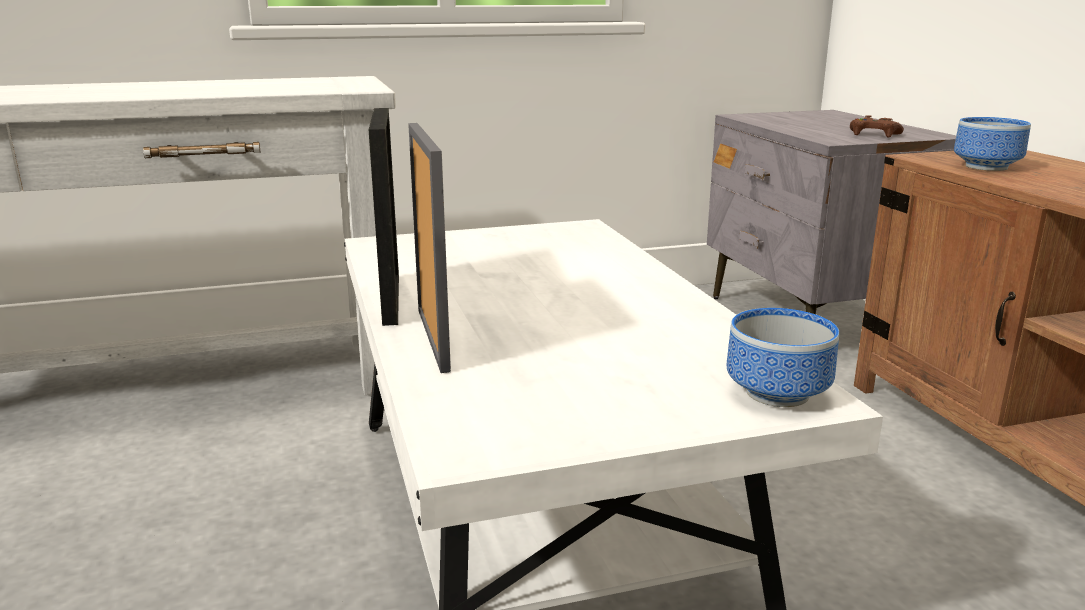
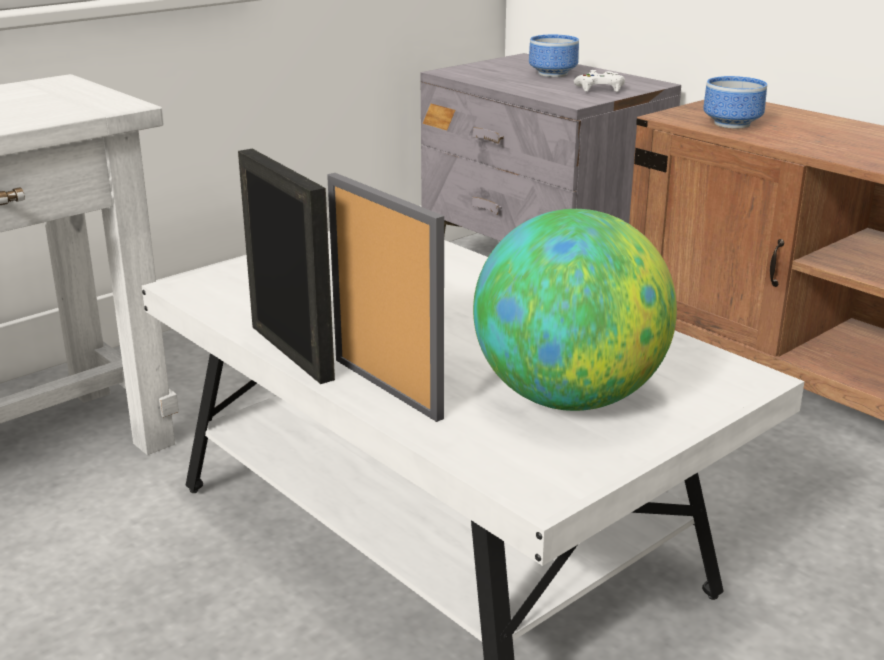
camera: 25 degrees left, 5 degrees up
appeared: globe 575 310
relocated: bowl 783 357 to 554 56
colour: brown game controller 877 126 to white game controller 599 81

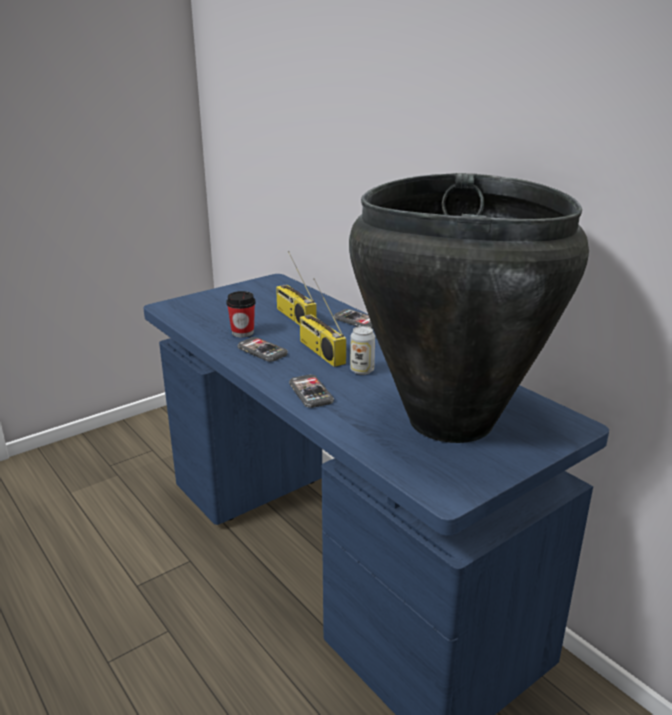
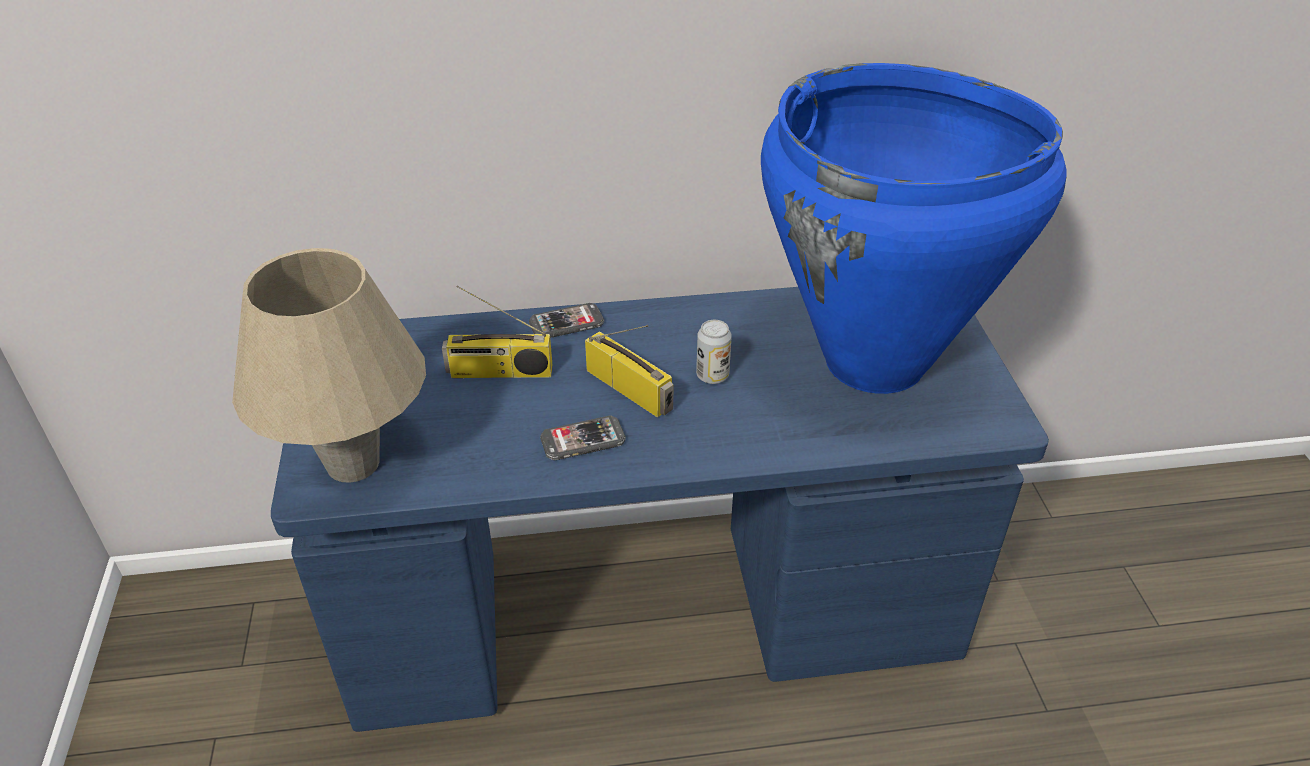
camera: 60 degrees left, 15 degrees up
missing: cup 241 314; phone 311 391
appeared: beige table lamp 329 365
colour: black vase 469 308 to blue vase 914 228
spun: radio 323 322 = 629 371 135 degrees counterclockwise

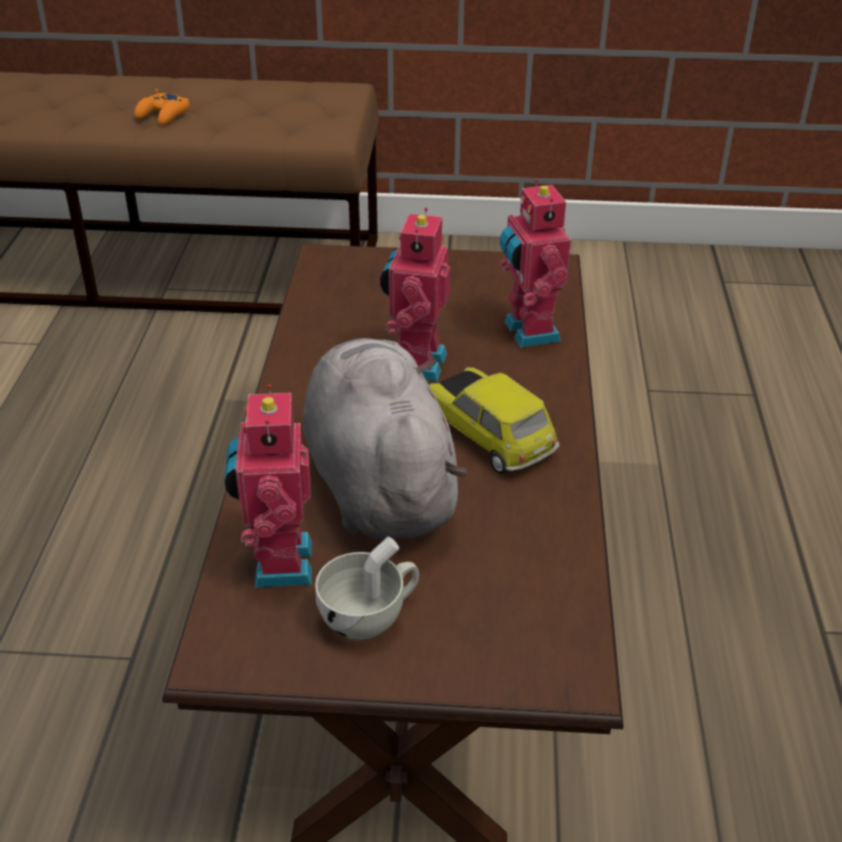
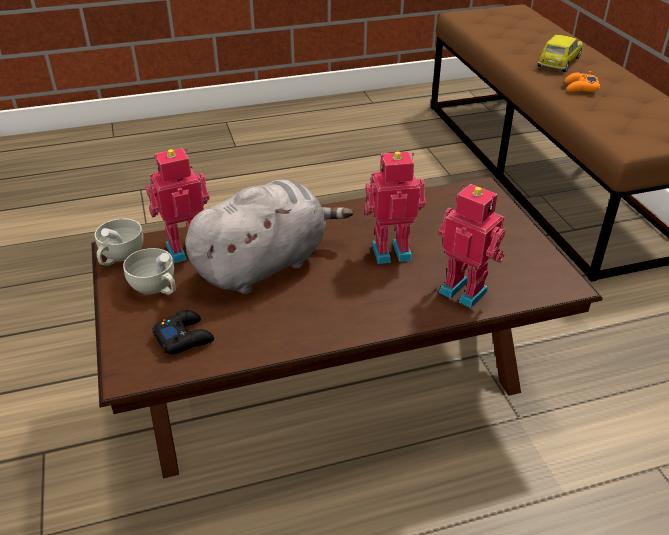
camera: 70 degrees right, 0 degrees up
appeared: white cup 119 242; black game controller 183 332
relocated: toy car 494 421 to 560 53
spun: toy robot 535 263 = 471 246 75 degrees clockwise

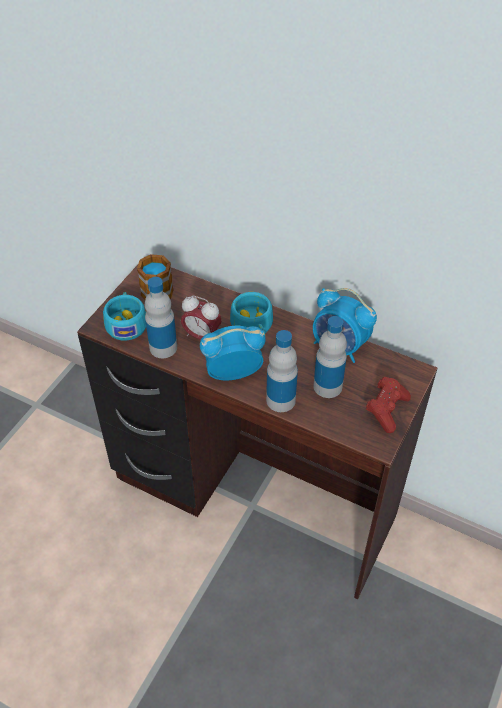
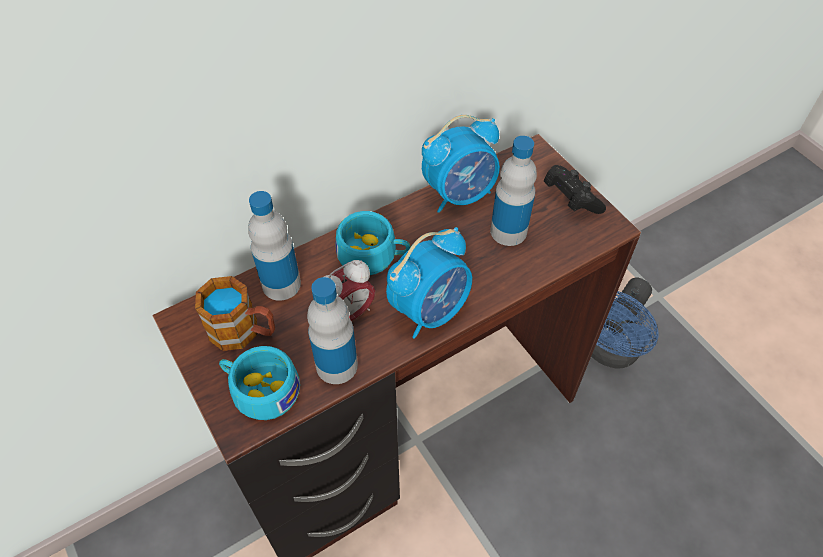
camera: 60 degrees left, 5 degrees up
appeared: blue fan 624 323
relocated: bottle 282 371 to 274 246
colour: red game controller 388 405 to black game controller 575 189
spun: alarm clock 233 353 = 429 283 150 degrees counterclockwise

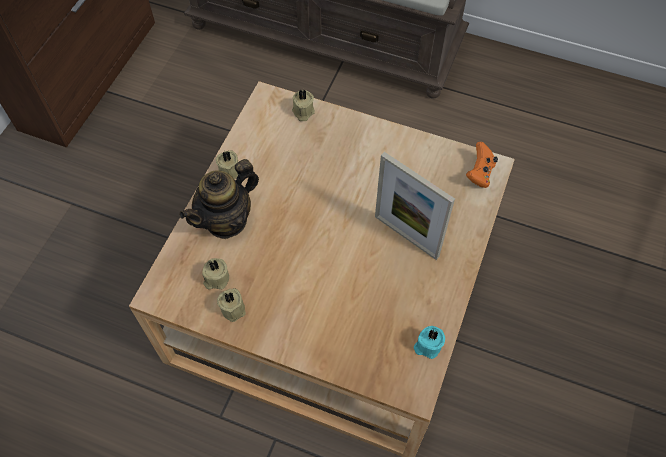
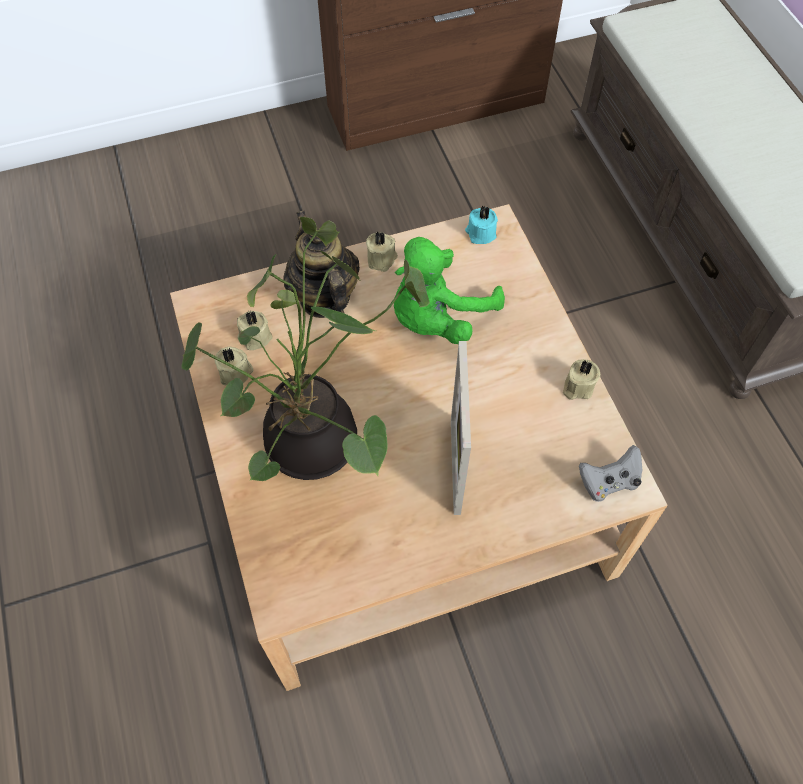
camera: 50 degrees right, 0 degrees up
appeared: potted plant 305 349; green plush toy 449 290
relocated: beige candle 303 105 to 581 379; turquoise candle 429 342 to 481 225
colour: orange game controller 482 165 to grey game controller 610 473
spun: teapot 219 199 = 321 264 60 degrees clockwise

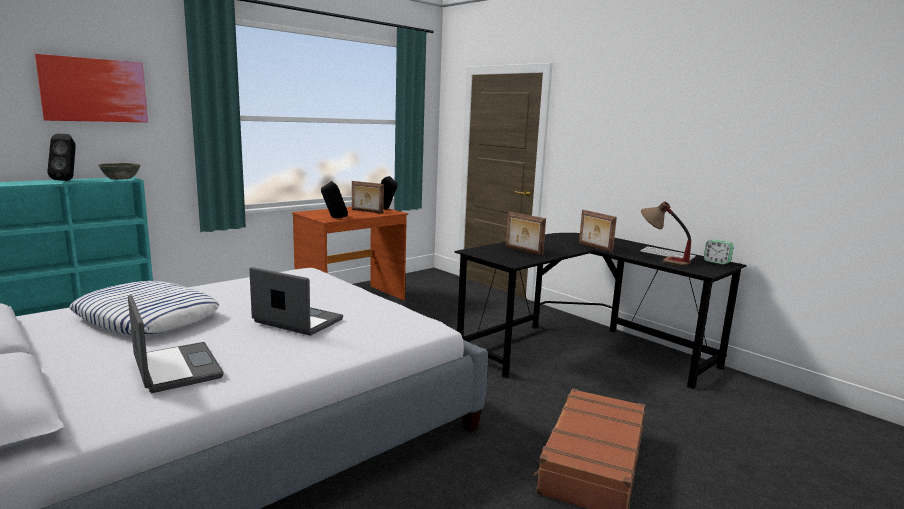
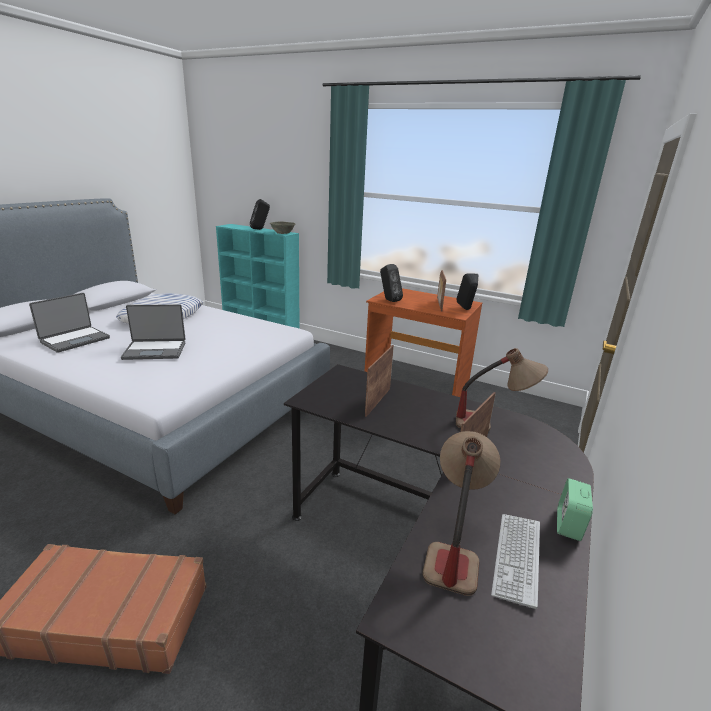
camera: 70 degrees right, 10 degrees up
missing: picture 91 88
appeared: table lamp 502 389
relocated: alarm clock 719 252 to 575 509
spun: laptop 296 301 = 153 332 75 degrees clockwise

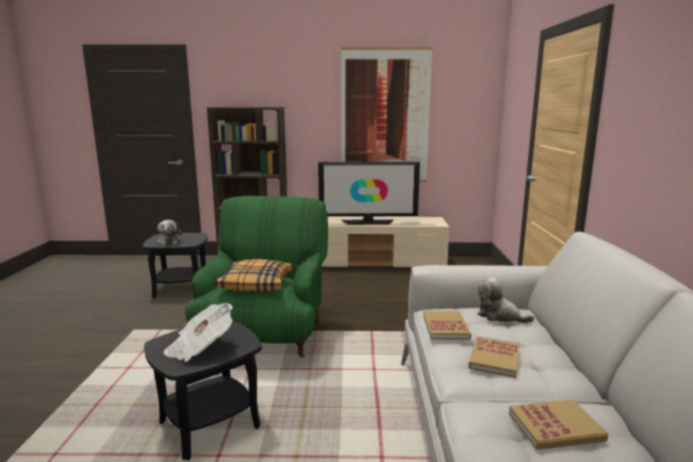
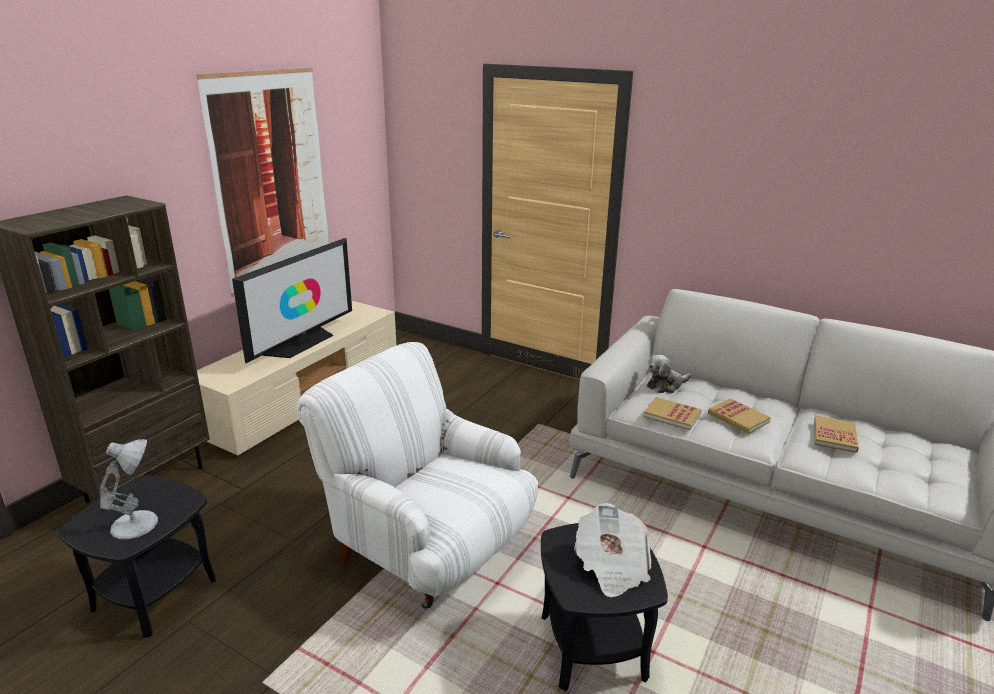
camera: 60 degrees left, 10 degrees up
missing: pillow 253 275
exchanged: plush toy 169 233 to white table lamp 129 489
colour: green armchair 256 276 to white armchair 417 475

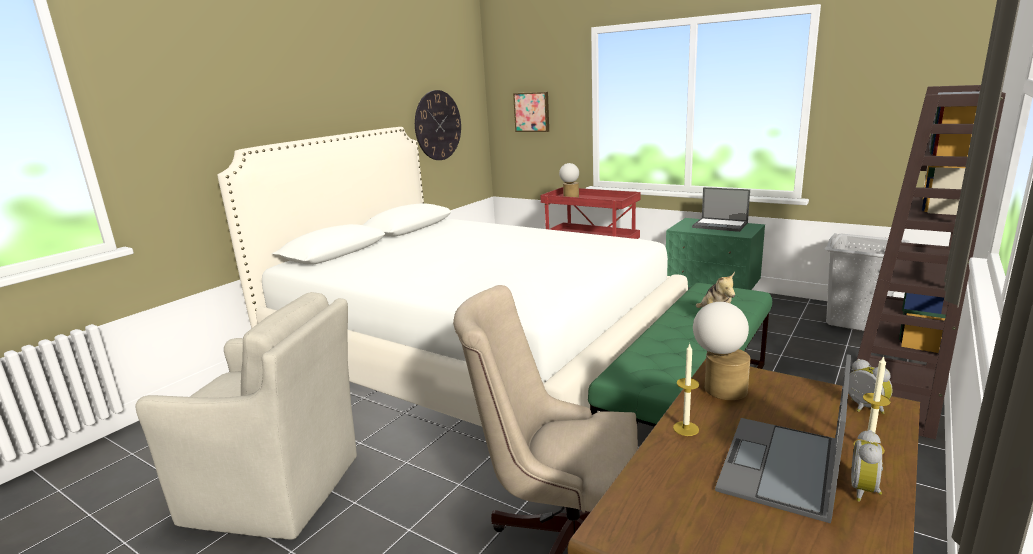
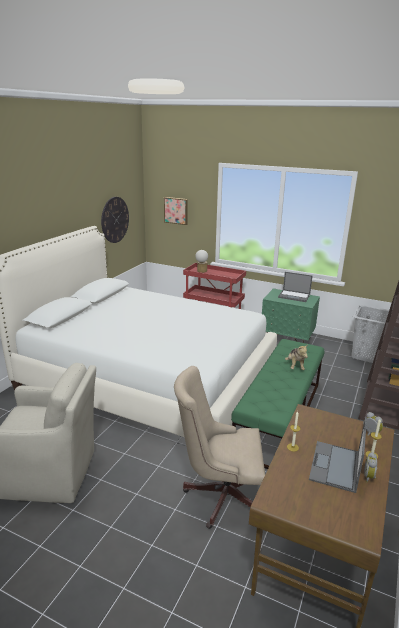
camera: 10 degrees left, 5 degrees up
missing: table lamp 721 351

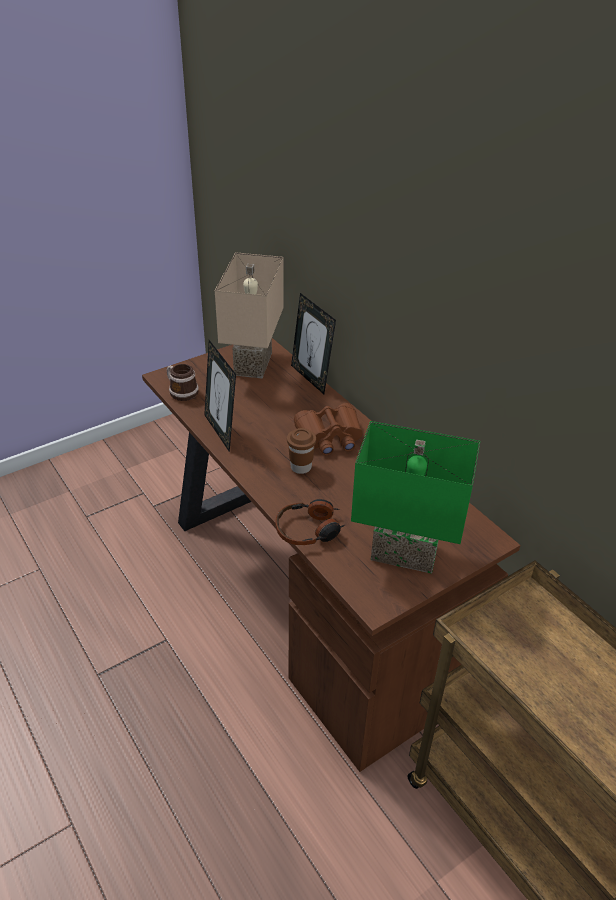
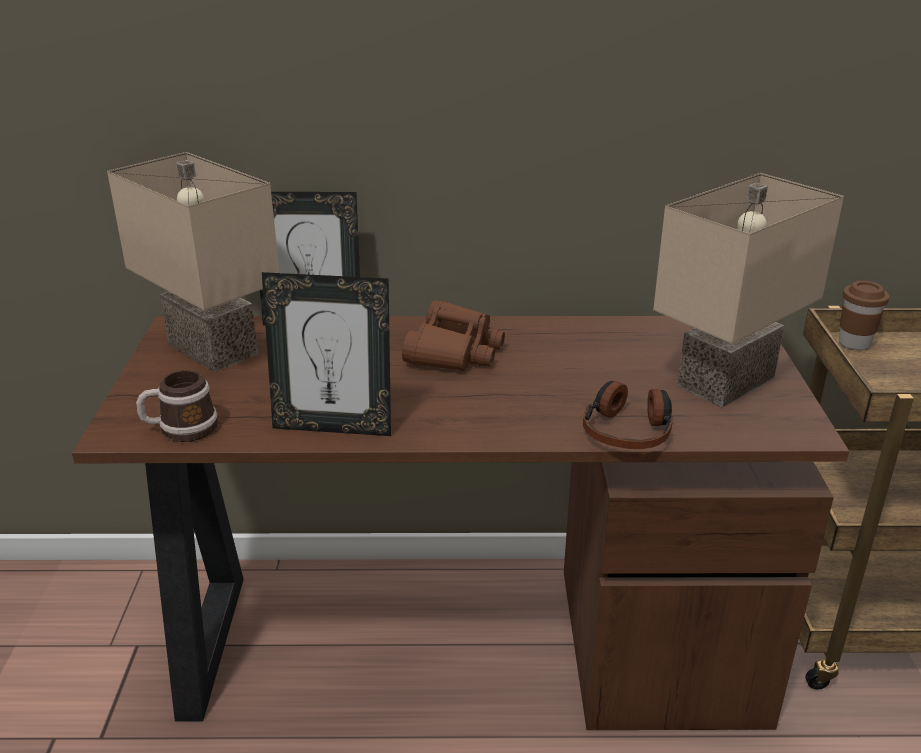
camera: 55 degrees left, 10 degrees down
relocated: brown cup 301 451 to 864 315
colour: green table lamp 415 497 to beige table lamp 748 290

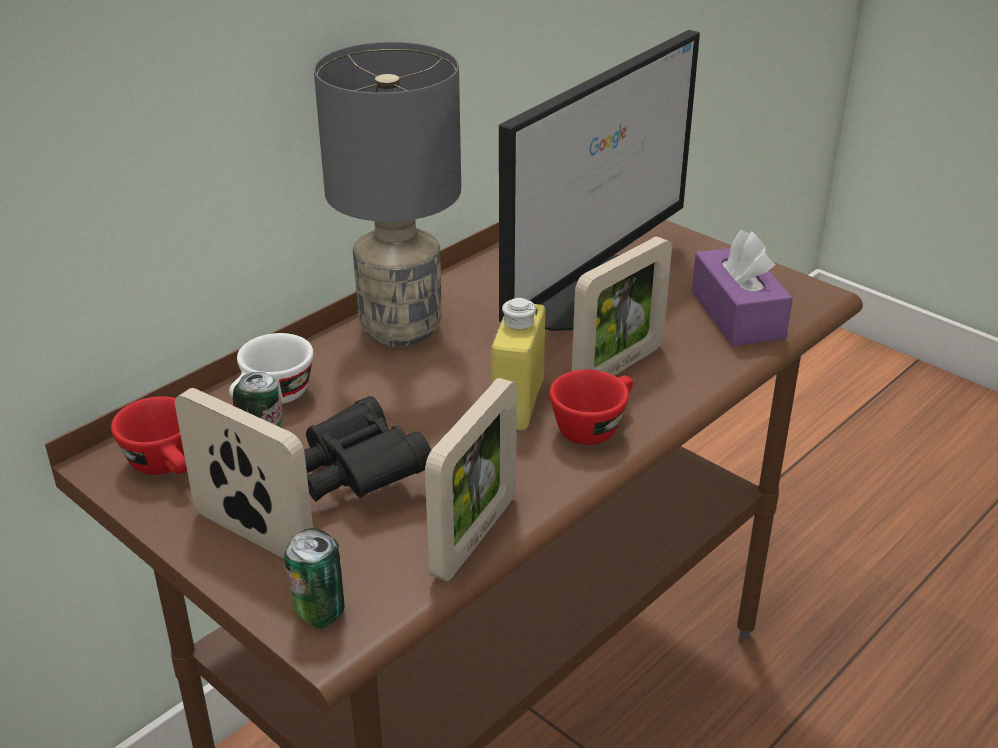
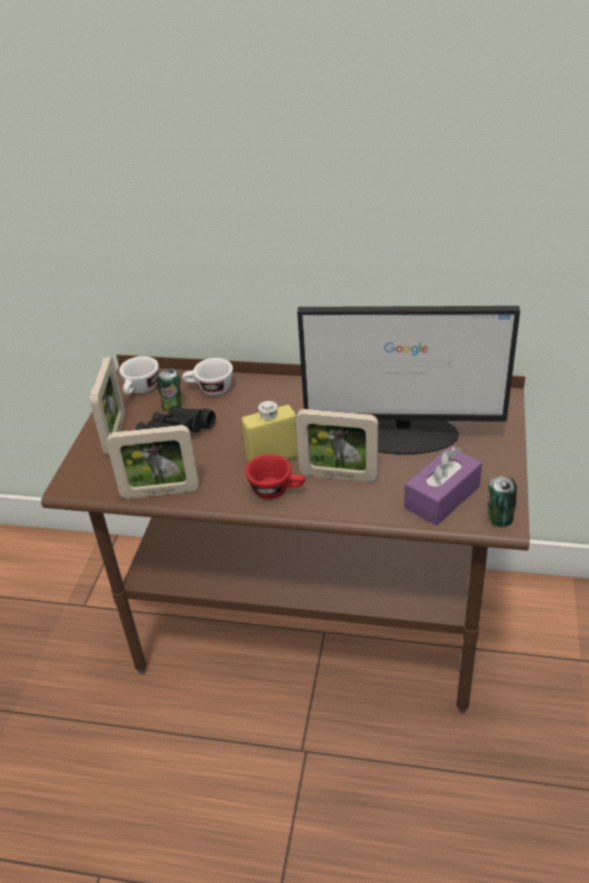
camera: 60 degrees right, 5 degrees up
missing: grey table lamp 387 194
relocated: can 314 578 to 502 501
colour: red cup 149 435 to white cup 139 375

